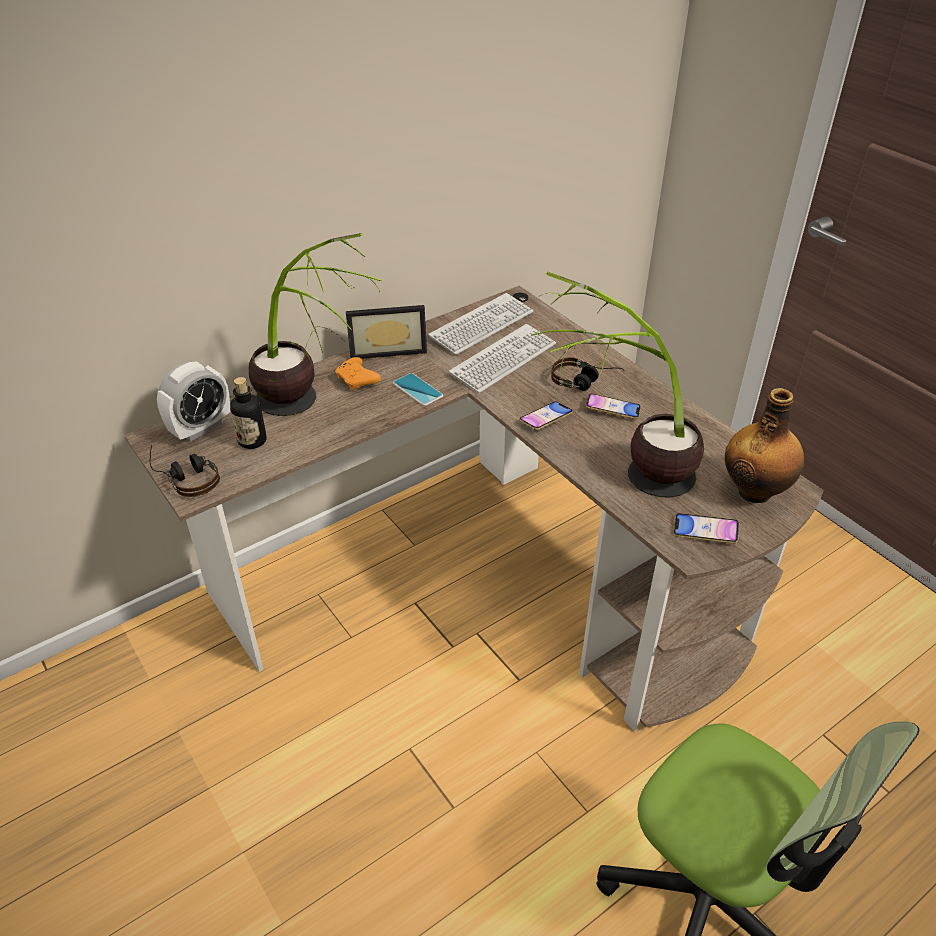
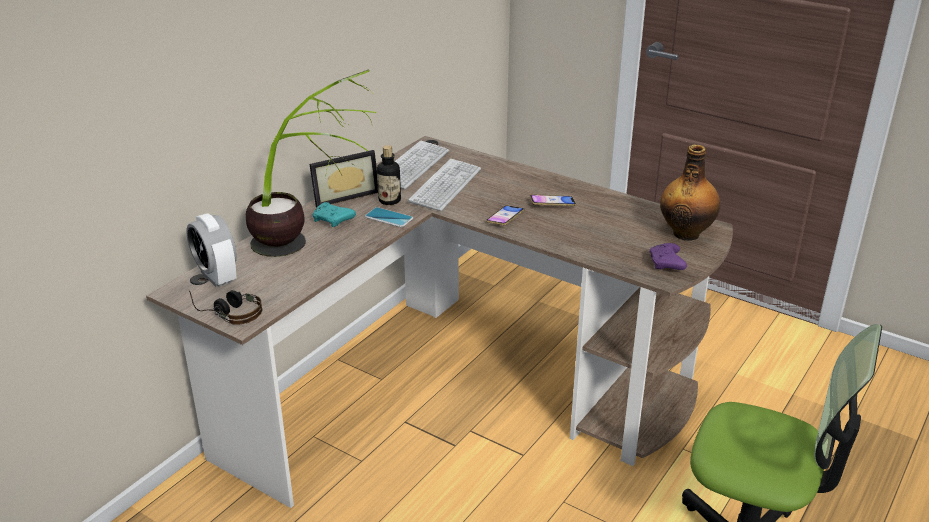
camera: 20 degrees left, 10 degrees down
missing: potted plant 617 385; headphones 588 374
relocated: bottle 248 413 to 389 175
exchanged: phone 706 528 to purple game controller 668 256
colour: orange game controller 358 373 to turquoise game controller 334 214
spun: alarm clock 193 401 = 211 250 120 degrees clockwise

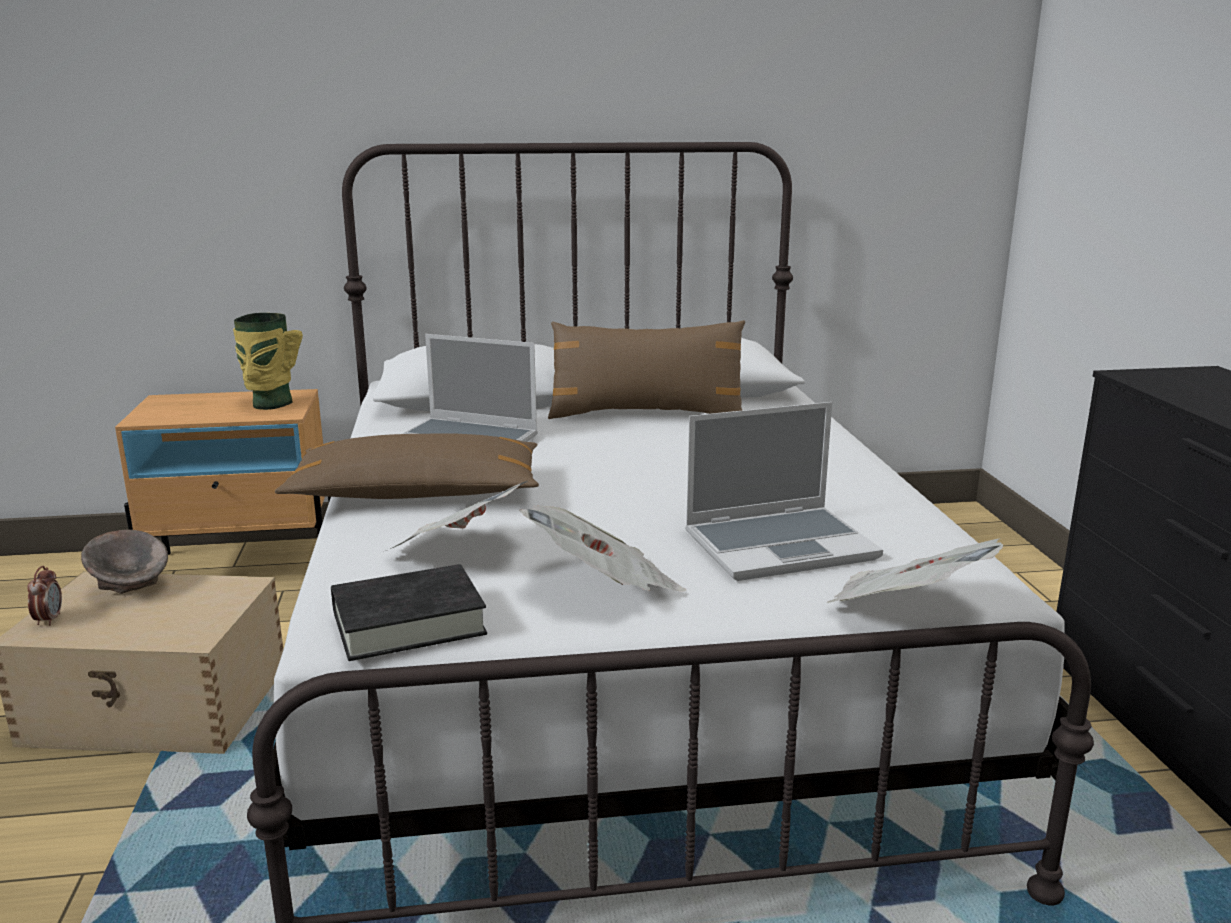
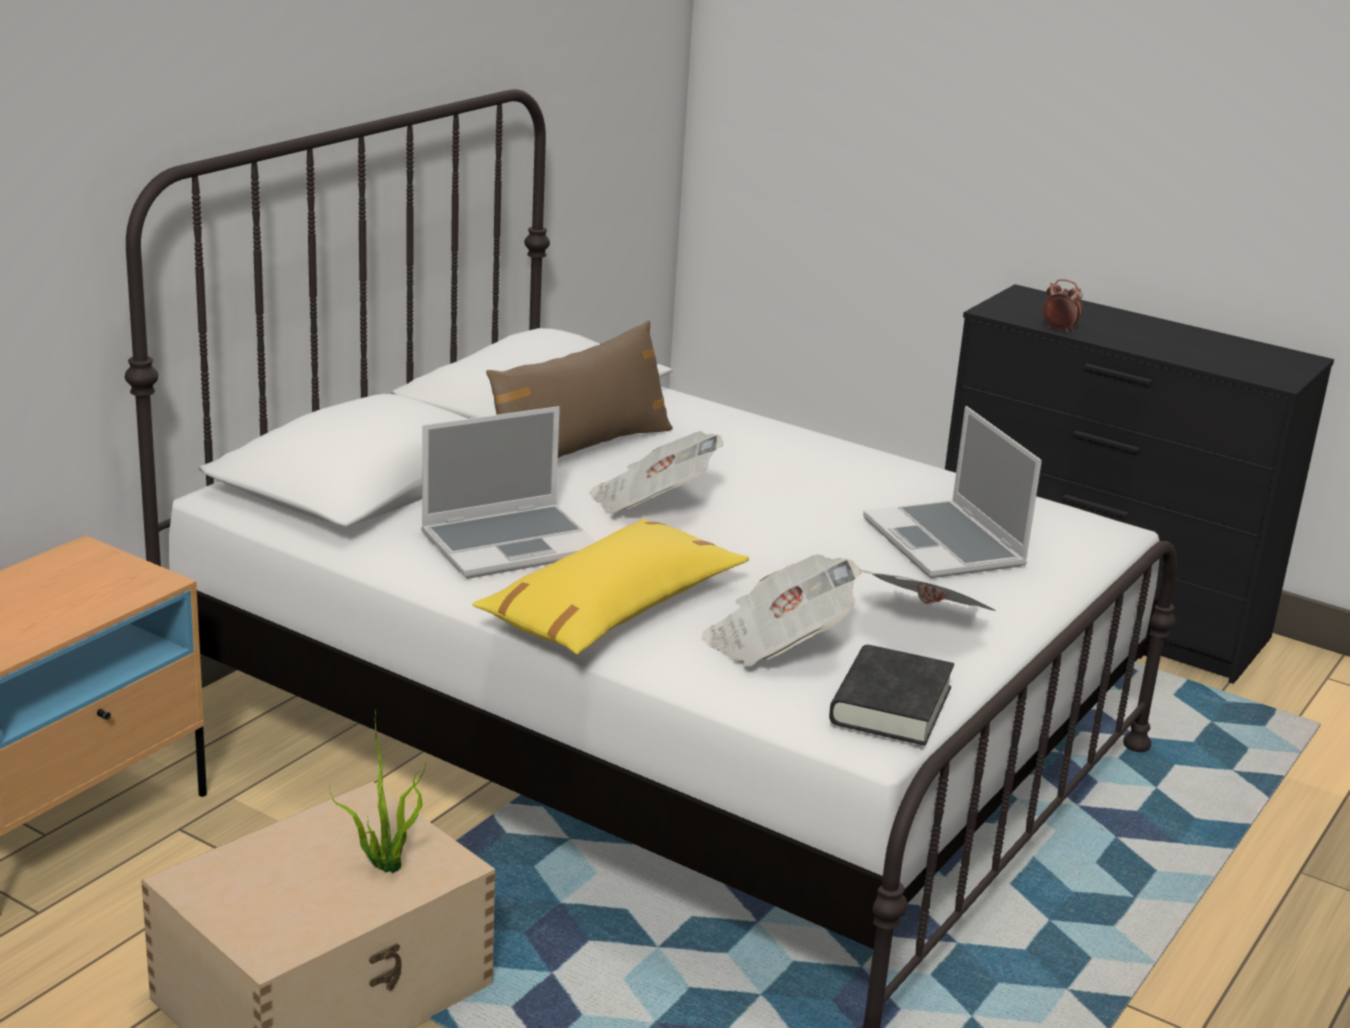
camera: 50 degrees left, 5 degrees up
missing: grey bowl 124 561; vase 268 361
appeared: potted plant 377 791
relocated: alarm clock 44 596 to 1063 306; newspaper 915 570 to 656 472
colour: brown pillow 407 466 to yellow pillow 610 586
spun: laptop 784 491 = 952 492 135 degrees clockwise

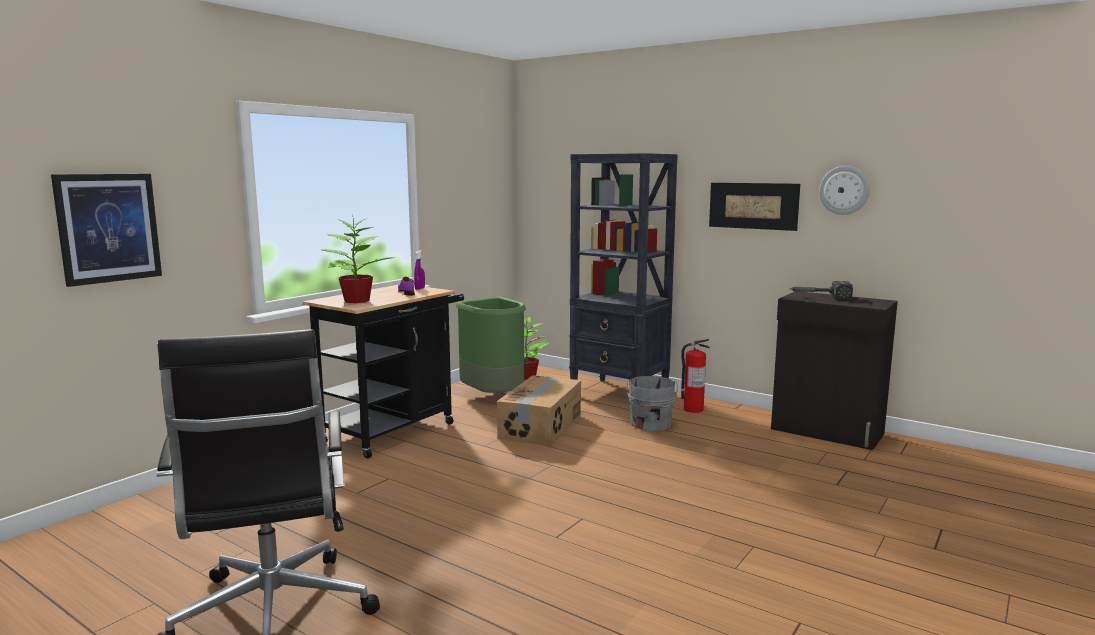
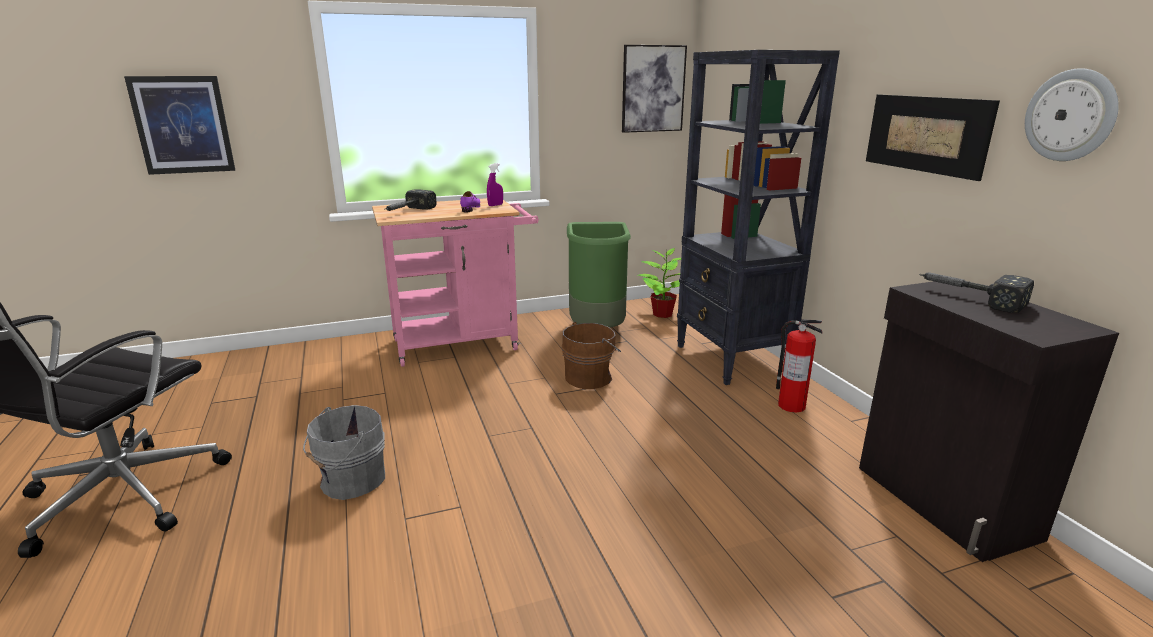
camera: 35 degrees right, 10 degrees up
appeared: picture 654 89
relocated: grey bucket 652 403 to 344 452
exchanged: potted plant 359 259 to hammer 411 200; cardboard box 539 410 to brown bucket 591 355
colour: black cart 383 372 to pink cart 455 282

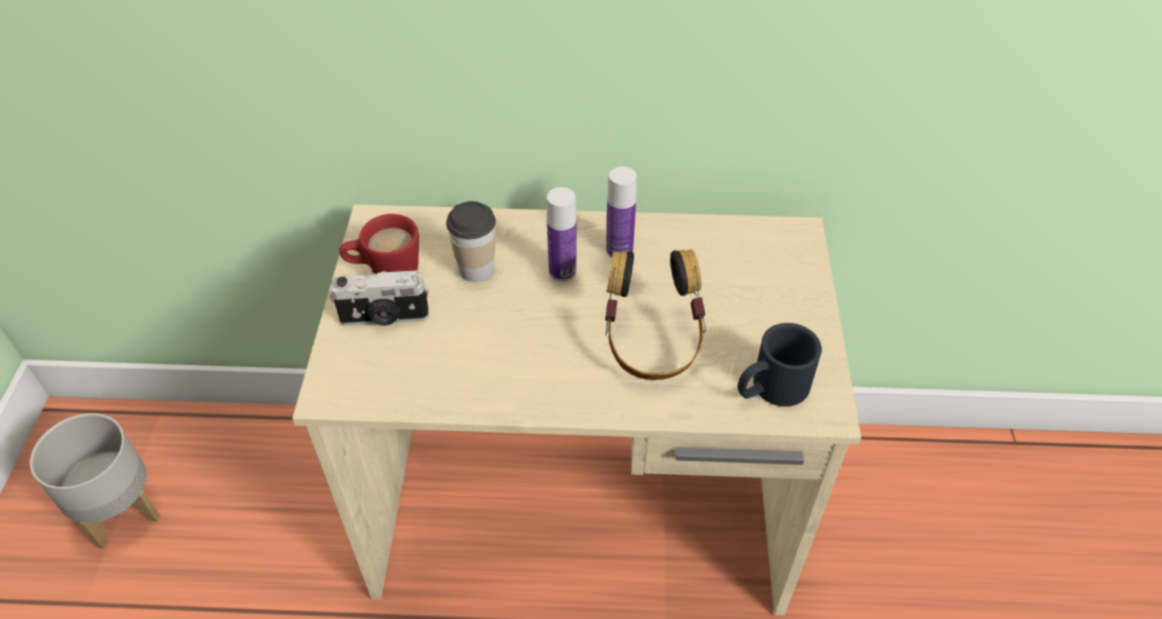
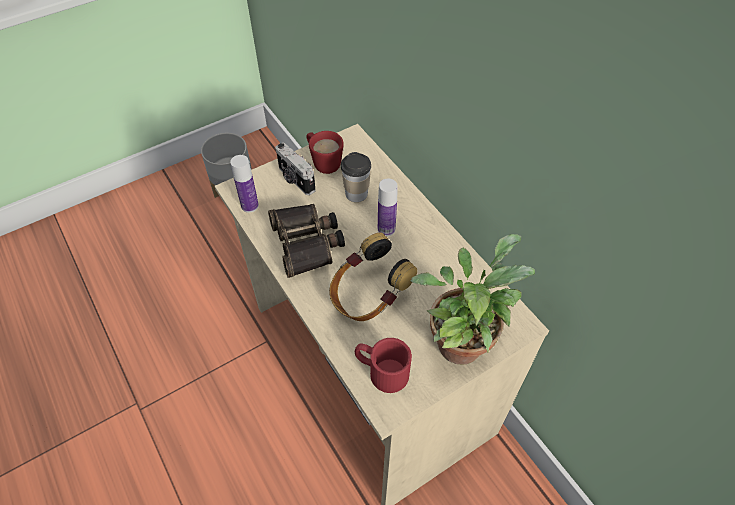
camera: 55 degrees right, 5 degrees up
appeared: binoculars 306 241; potted plant 473 299
relocated: bottle 621 212 to 244 183
colour: black mug 780 365 to red mug 383 365

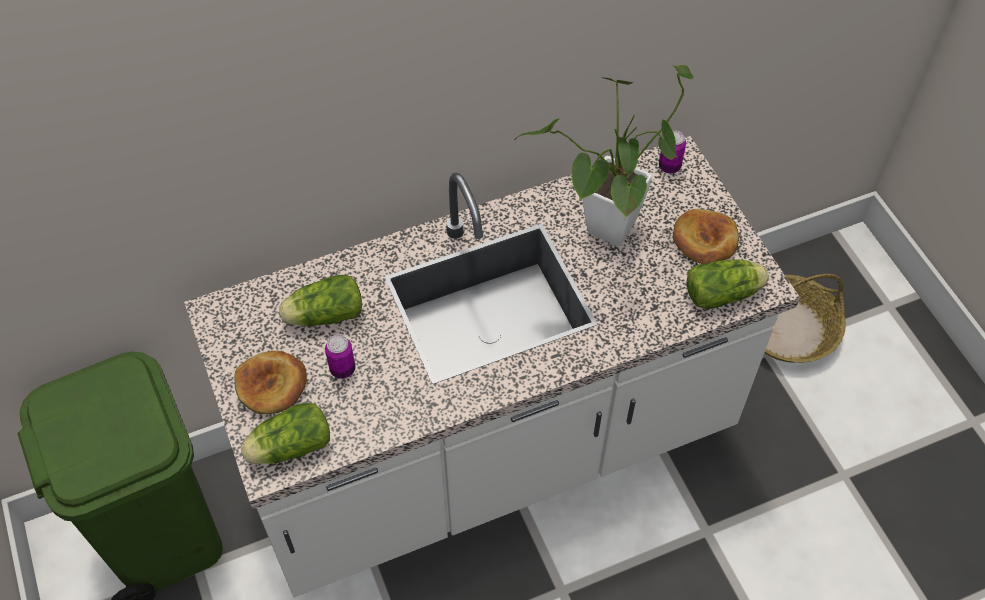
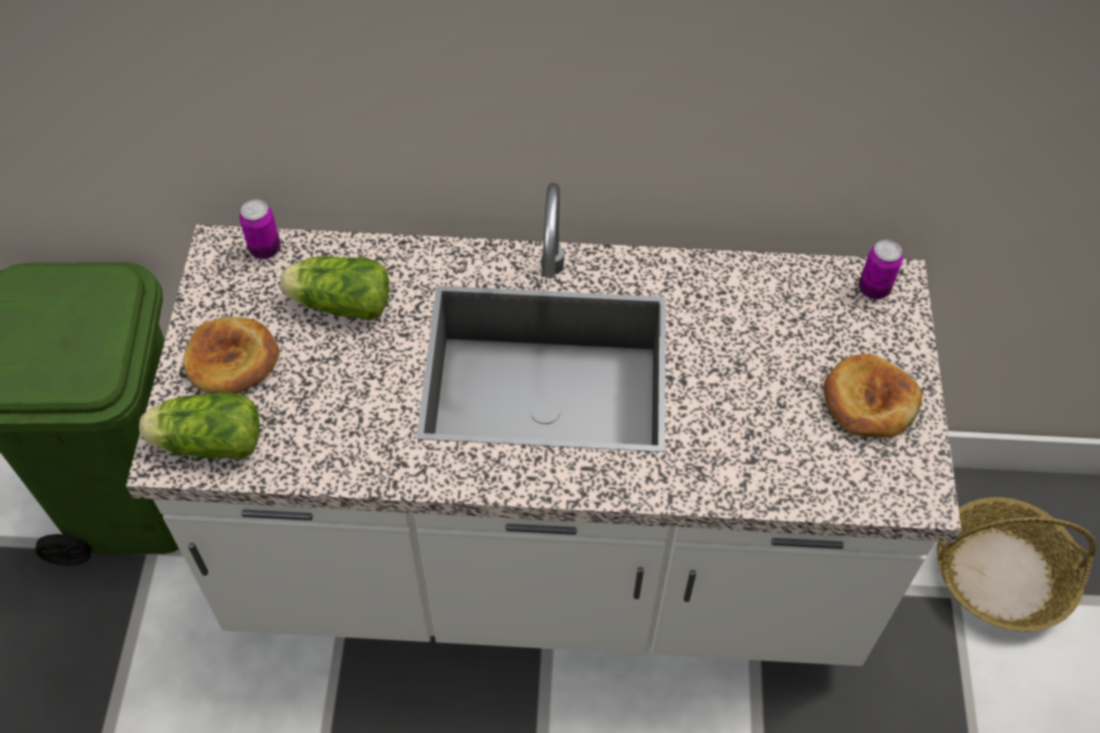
camera: 25 degrees right, 0 degrees up
missing: potted plant 603 155; lettuce 728 284
relocated: can 340 357 to 260 229

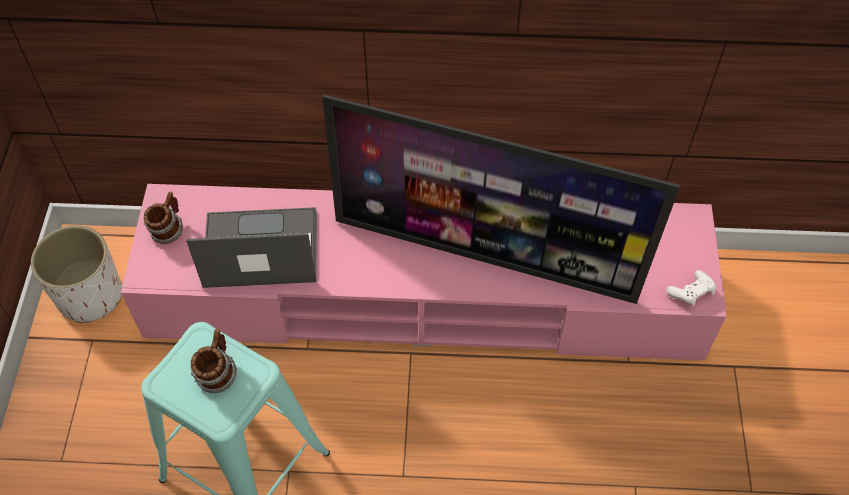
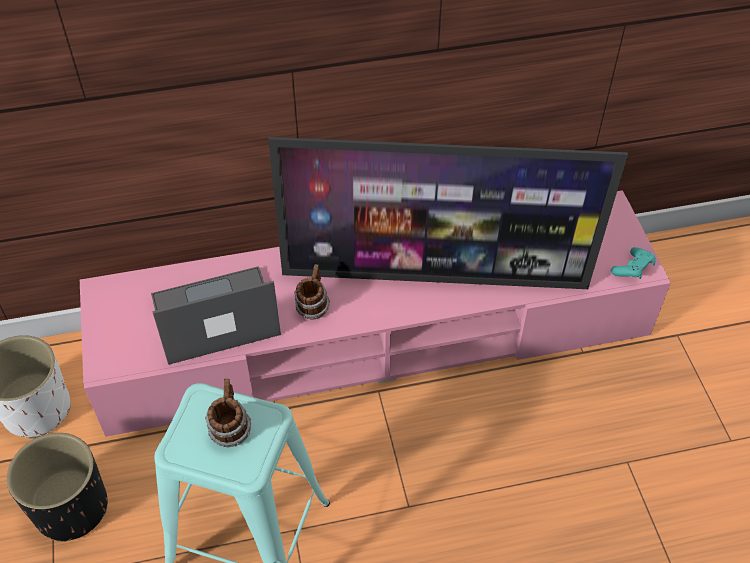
camera: 15 degrees left, 5 degrees down
appeared: black planter 57 487
relocated: mug 163 218 to 312 292
colour: white game controller 691 288 to turquoise game controller 633 263

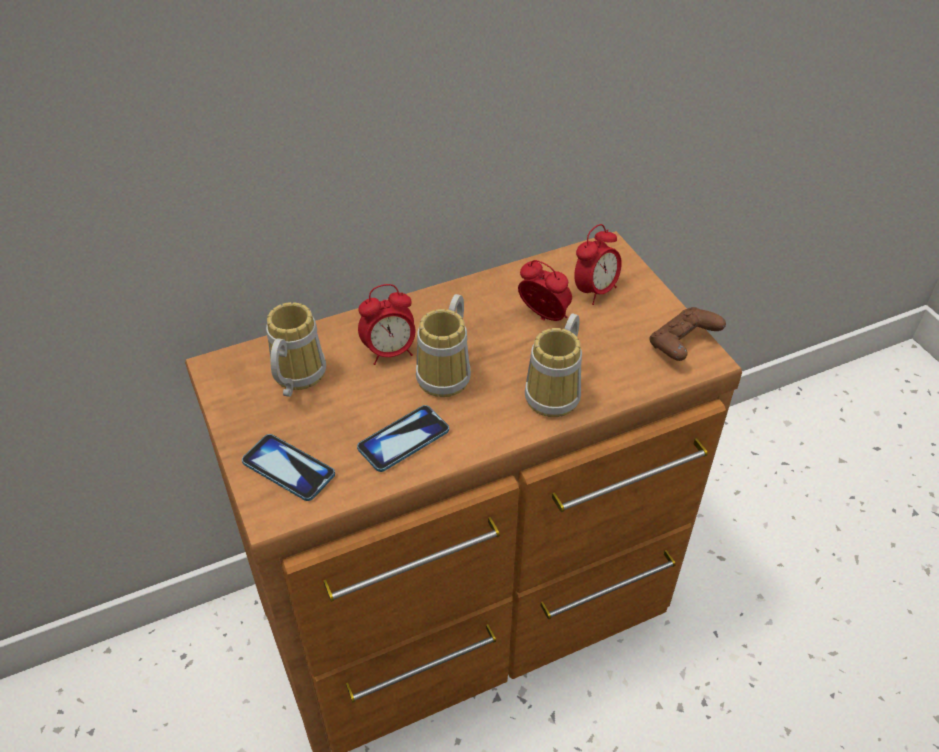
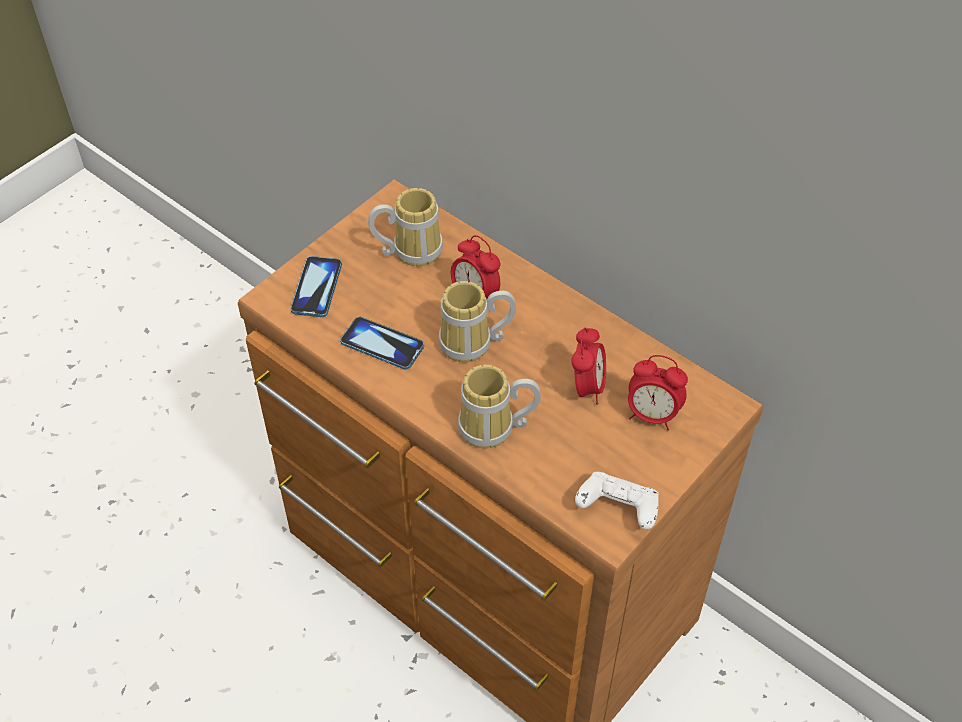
camera: 65 degrees right, 5 degrees up
colour: brown game controller 687 334 to white game controller 617 501

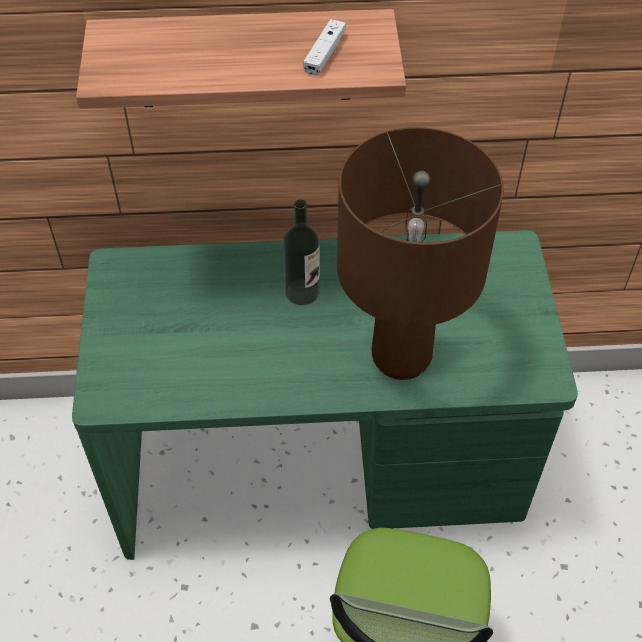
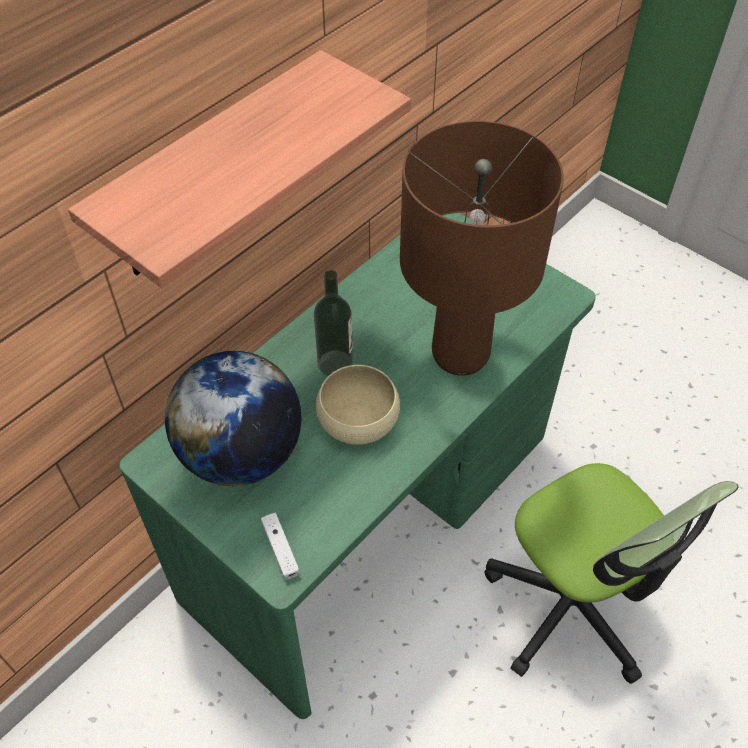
camera: 45 degrees left, 0 degrees up
appeared: globe 233 418; beige bowl 358 405
relocated: white game controller 324 47 to 280 546

